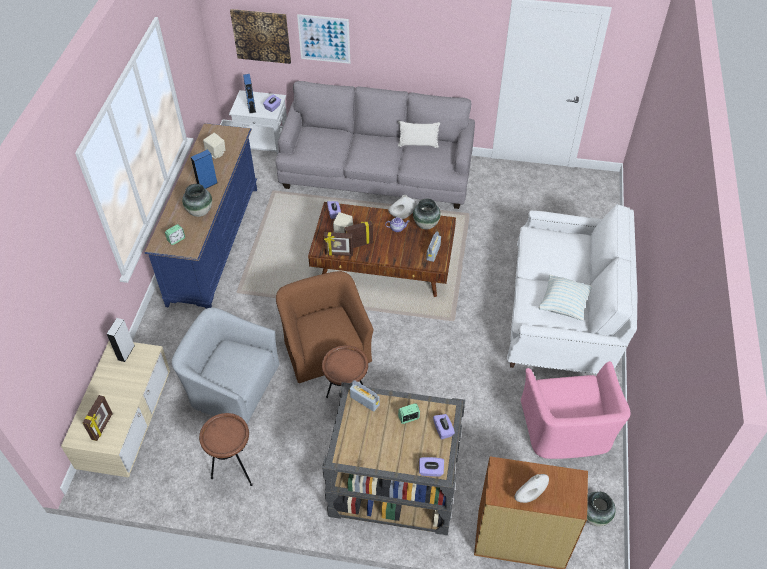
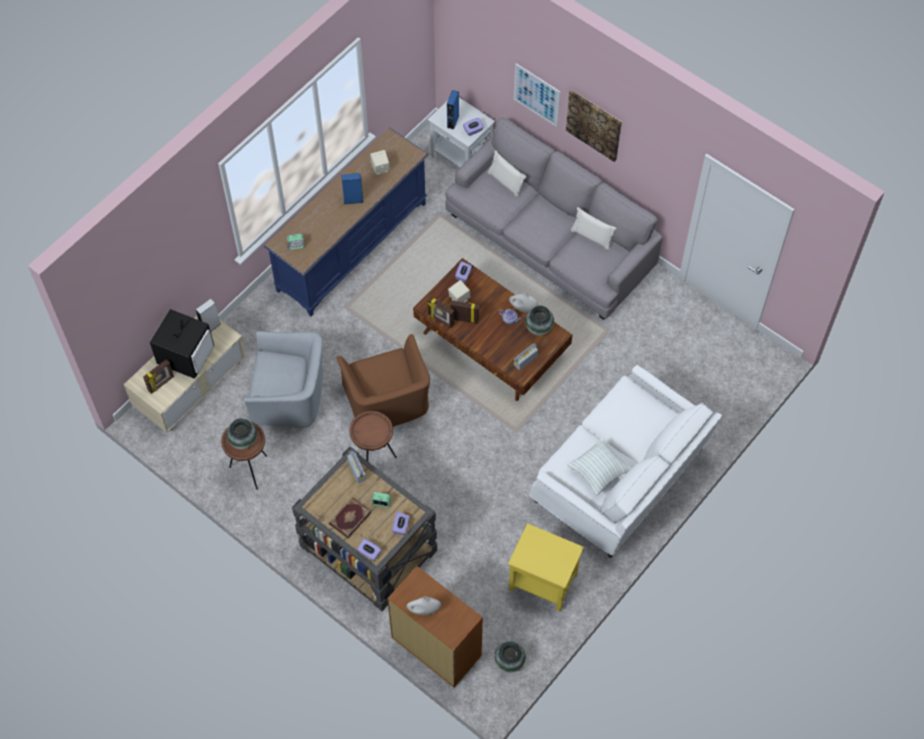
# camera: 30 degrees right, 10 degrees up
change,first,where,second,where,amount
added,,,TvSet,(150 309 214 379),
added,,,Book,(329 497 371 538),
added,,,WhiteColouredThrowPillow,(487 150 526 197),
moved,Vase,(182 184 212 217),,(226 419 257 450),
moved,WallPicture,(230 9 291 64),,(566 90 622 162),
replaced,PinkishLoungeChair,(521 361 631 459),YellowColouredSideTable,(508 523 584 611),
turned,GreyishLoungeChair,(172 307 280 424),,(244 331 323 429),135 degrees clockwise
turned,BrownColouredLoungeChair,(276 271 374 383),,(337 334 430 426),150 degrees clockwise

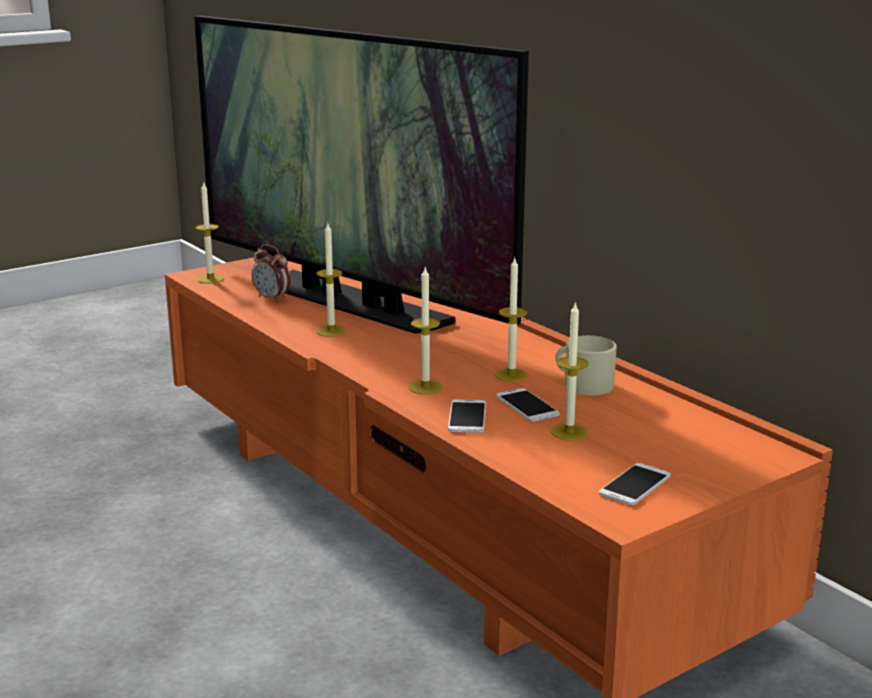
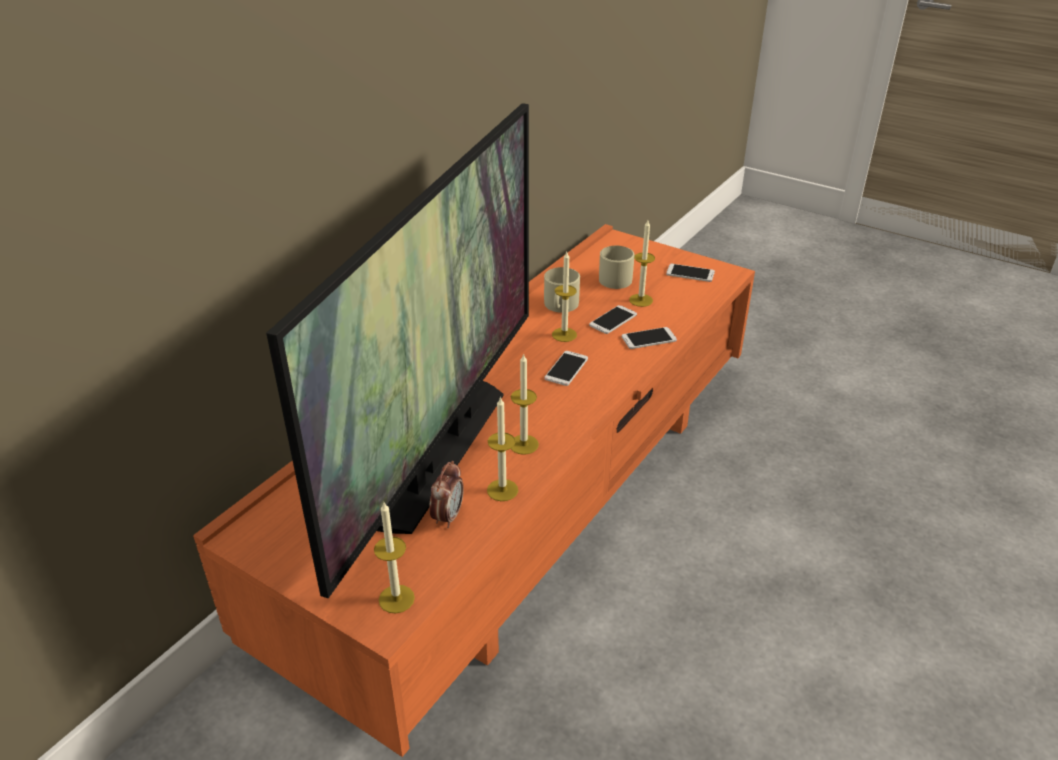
# camera: 110 degrees left, 15 degrees up
change,first,where,second,where,amount
added,,,Phone,(544 351 588 386),
added,,,BeigeColouredCoffeeMug,(599 246 635 289),
moved,WaxLight,(409 266 443 395),,(487 396 518 501),

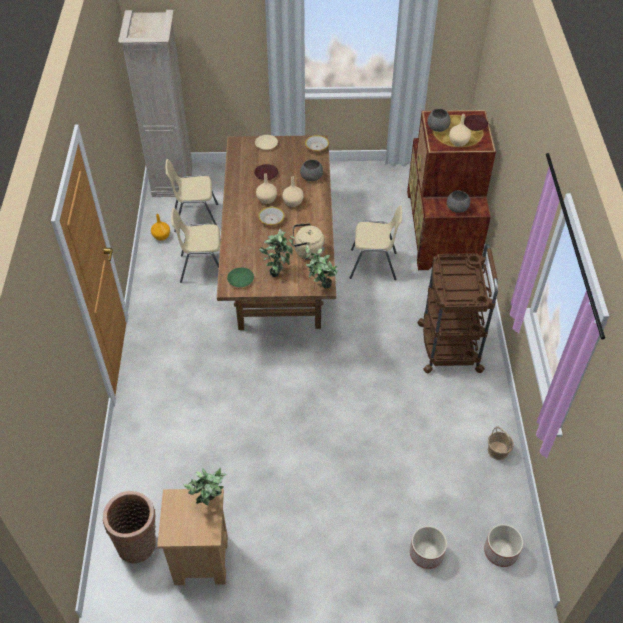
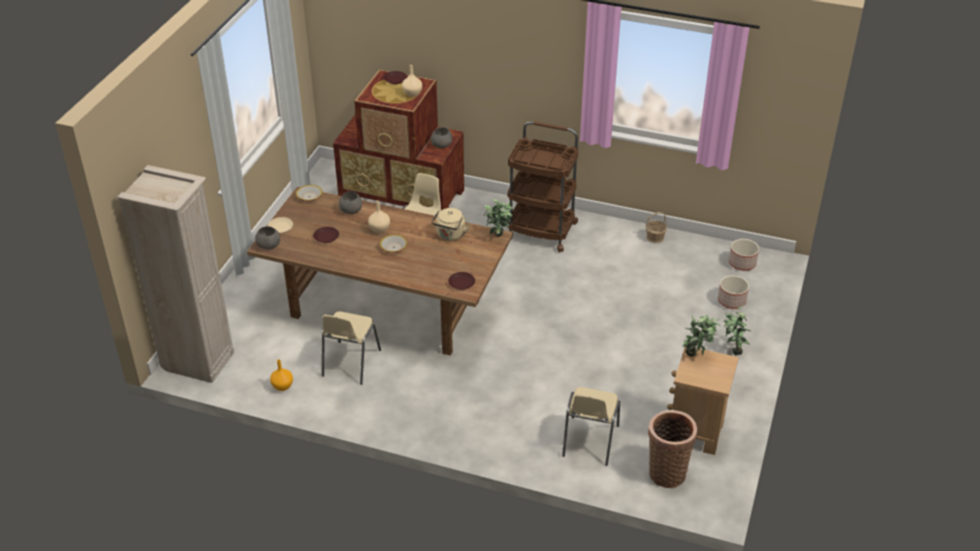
# camera: 70 degrees left, 10 degrees down
change,first,where,second,where,amount
removed,BeigeColouredVase,(256 173 277 204),,,
moved,BeigeColouredChair,(166 159 218 232),,(562 387 620 466),
moved,PlantInAPot,(259 229 296 277),,(724 305 750 355),
moved,GreyishDeepDish,(427 109 451 132),,(255 226 280 249),
recoloured,GreenColouredPlate,(227 267 254 287),BrownColouredPlate,(448 272 475 290),

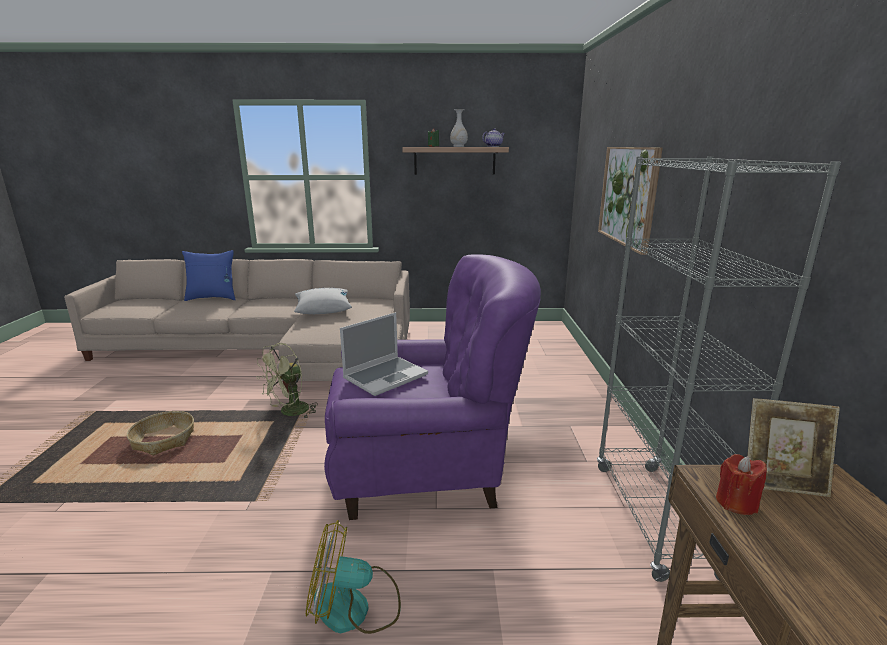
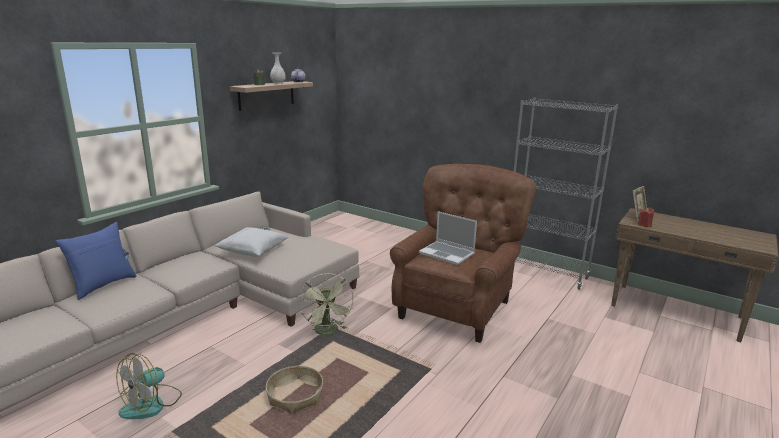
# camera: 55 degrees left, 0 degrees up
change,first,where,second,where,amount
removed,WallPicture,(598 147 663 255),,,
moved,ElectricFan,(306 520 401 634),,(116 353 182 419),
recoloured,PurplishLoungeChair,(324 254 541 520),BrownColouredLoungeChair,(390 164 536 343),
turned,Laptop,(340 312 428 396),,(419 211 477 265),135 degrees clockwise

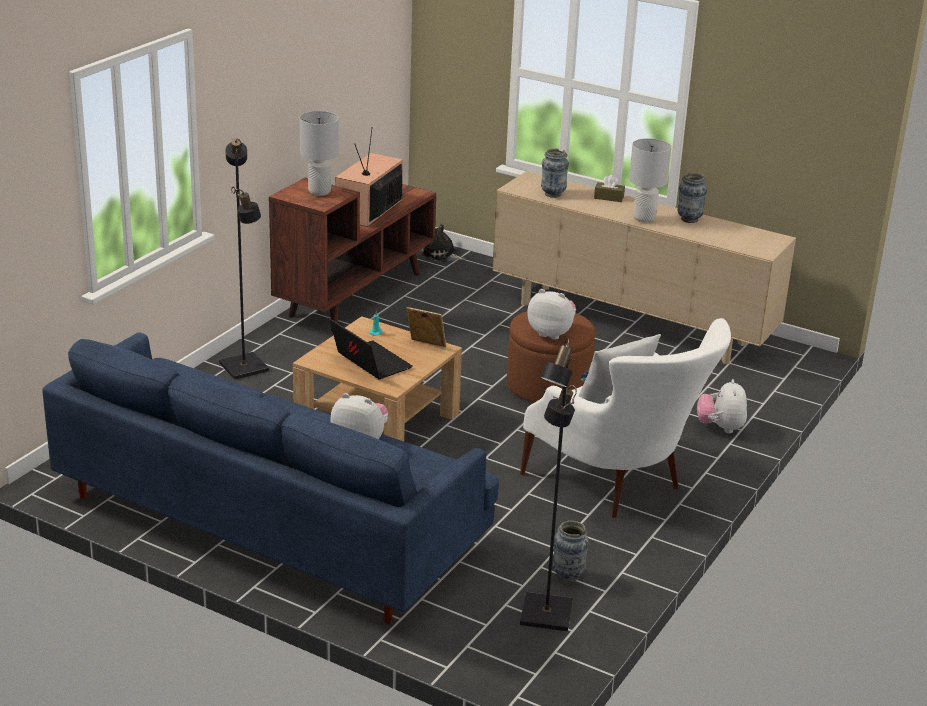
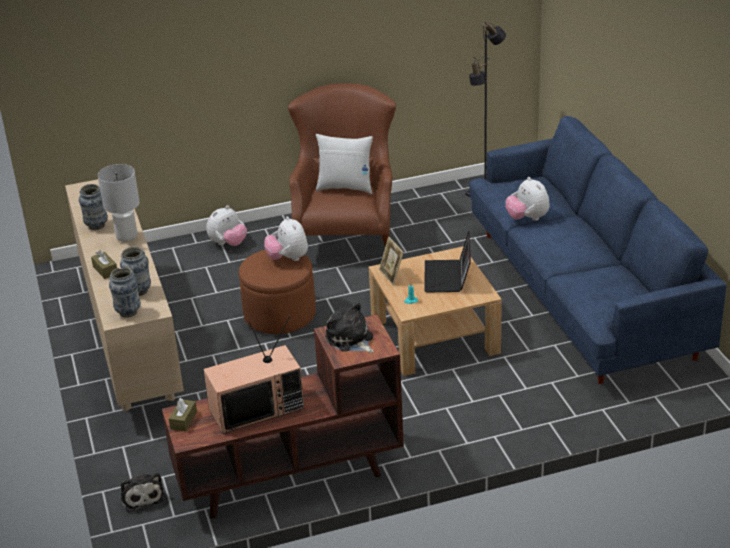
# camera: 135 degrees left, 5 degrees up
change,first,where,second,where,amount
removed,BlackFloorLamp,(219 138 269 380),,,
added,,,BrownColouredBoxOfTissues,(169 398 197 431),
moved,Vase,(553 521 589 582),,(109 267 141 318),
replaced,GreyishLampForATable,(300 111 339 196),SoftToy,(325 302 374 353),
recoloured,WhiteColouredLoungeChair,(520 318 731 518),BrownColouredLoungeChair,(288 83 396 246),

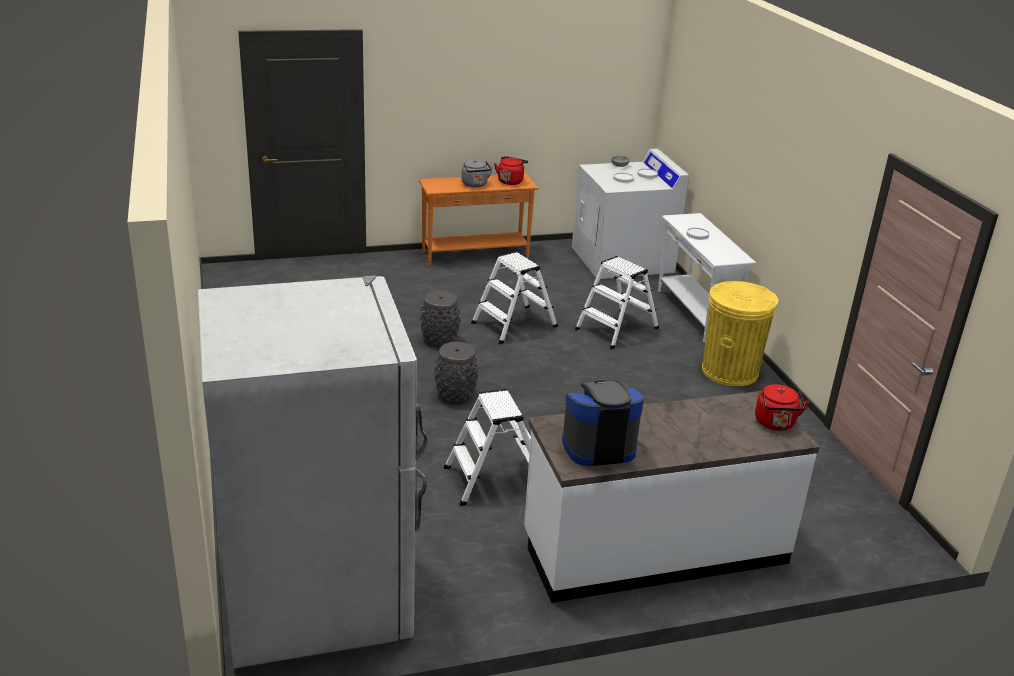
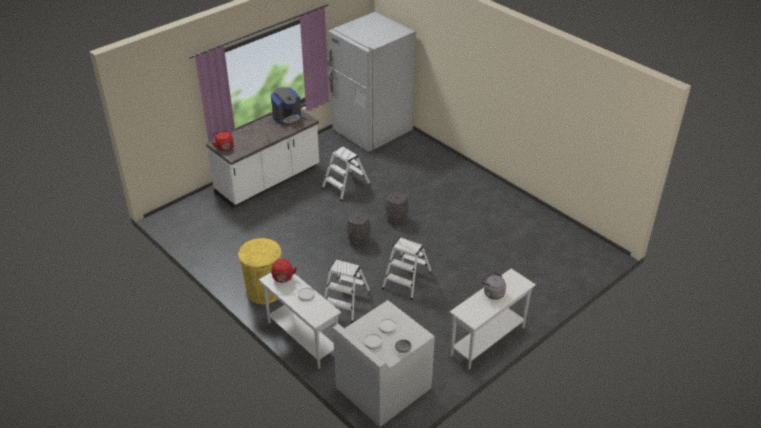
# camera: 155 degrees right, 10 degrees up
change,first,where,second,where,amount
moved,GreyishStool,(420 291 461 348),,(346 212 371 246),
moved,RedTeaKettle,(494 156 528 185),,(271 259 297 283),
recoloured,OrangeyNarrowTable,(419 174 538 266),WhiteColouredNarrowTable,(449 269 536 370),

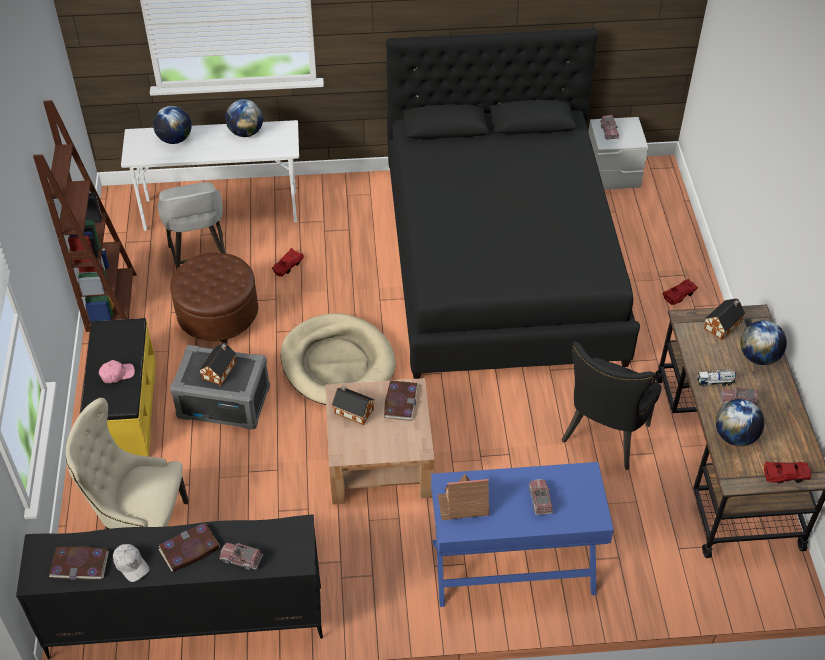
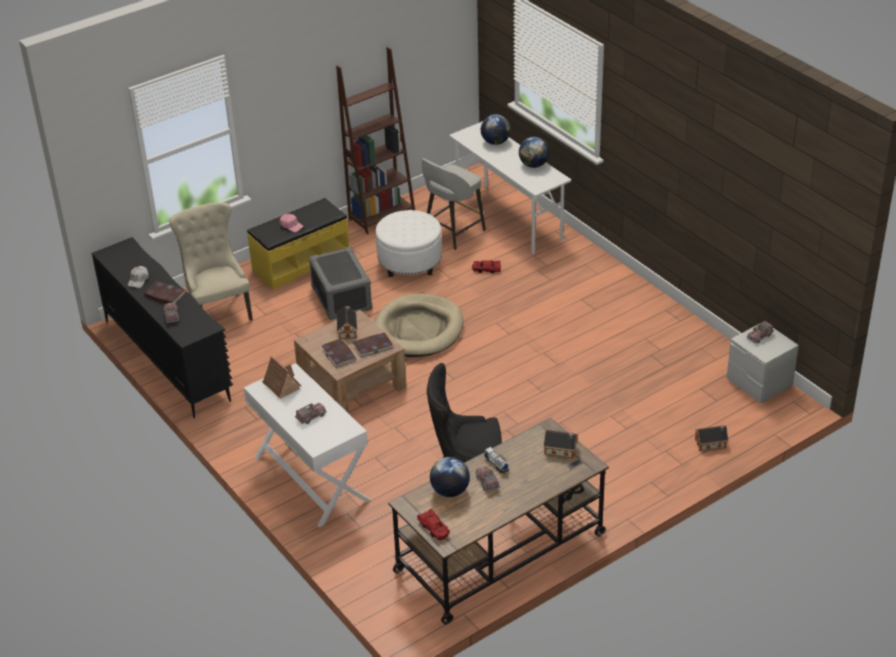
# camera: 60 degrees right, 10 degrees down
change,first,where,second,where,amount
removed,BlackBed,(386 28 640 379),,,
removed,RedModelCar,(663 279 698 305),,,
removed,WorldGlobe,(740 320 787 365),,,
moved,Book,(49 546 109 580),,(321 339 356 368),
moved,ModelHouse,(199 342 237 386),,(695 425 728 451),
recoloured,BrownColouredPouffe,(170 253 258 344),WhiteColouredPouffe,(375 210 442 277),
recoloured,BluishNarrowTable,(431 462 614 607),WhiteColouredNarrowTable,(244 363 371 528),

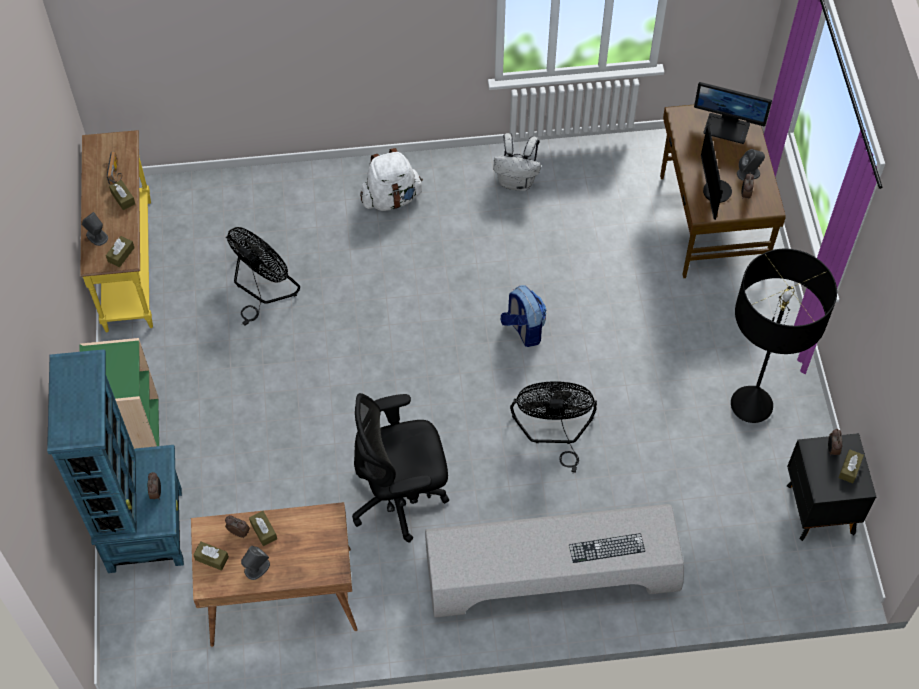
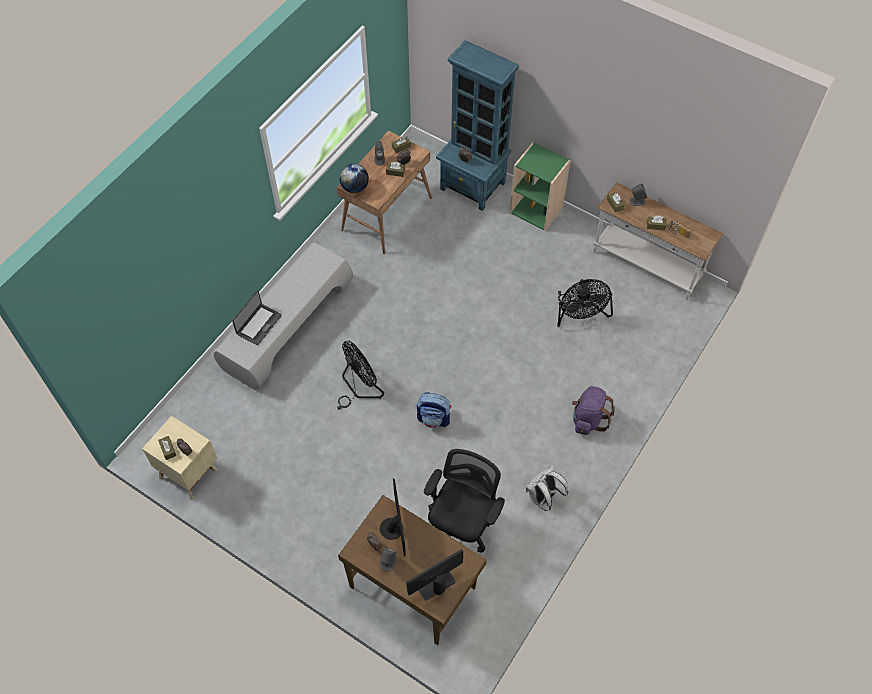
# camera: 130 degrees right, 0 degrees up
change,first,where,second,where,amount
removed,BlackFloorLamp,(731 249 837 423),,,
added,,,WorldGlobe,(339 164 369 193),
moved,BlackDeskChair,(352 393 449 543),,(424 449 505 552),
replaced,Keyboard,(569 533 645 563),Laptop,(232 290 282 346),
recoloured,YellowColouredNarrowTable,(80 130 153 332),WhiteColouredNarrowTable,(593 182 723 300),
recoloured,WhiteColouredKnapsack,(360 148 423 211),PurplishKnapsack,(572 386 615 435),
recoloured,BlackNightTable,(787 433 876 541),BeigeColouredNightTable,(142 416 217 500),
turned,BlackElectricFan,(510 381 597 473),,(337 341 384 410),75 degrees counterclockwise
turned,Monitor,(701 124 732 220),,(380 478 406 556),45 degrees clockwise

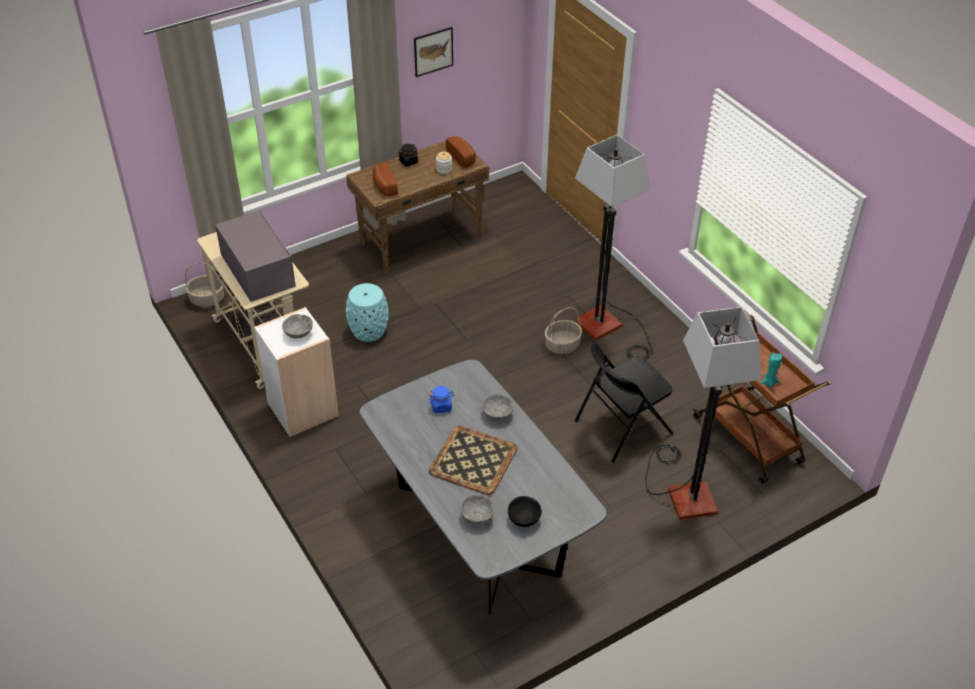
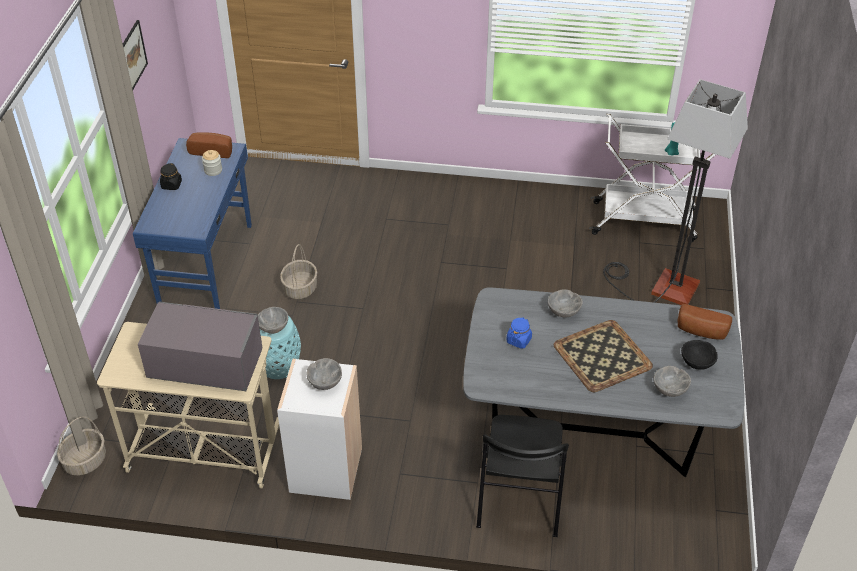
# camera: 50 degrees left, 0 degrees up
change,first,where,second,where,amount
removed,FloorLamp,(574 135 652 360),,,
added,,,GreyishDeepDish,(258 307 288 334),
moved,BakeryBread,(373 162 398 196),,(678 304 732 340),
moved,HouseholdBasket,(545 307 582 354),,(280 244 317 300),
moved,BlackChair,(575 343 673 464),,(476 415 569 537),
recoloured,BrownColouredNarrowTable,(347 141 489 274),BluishNarrowTable,(133 138 252 309),
recoloured,BrownColouredWheeledCart,(693 315 831 484),WhiteColouredWheeledCart,(589 114 716 243),

